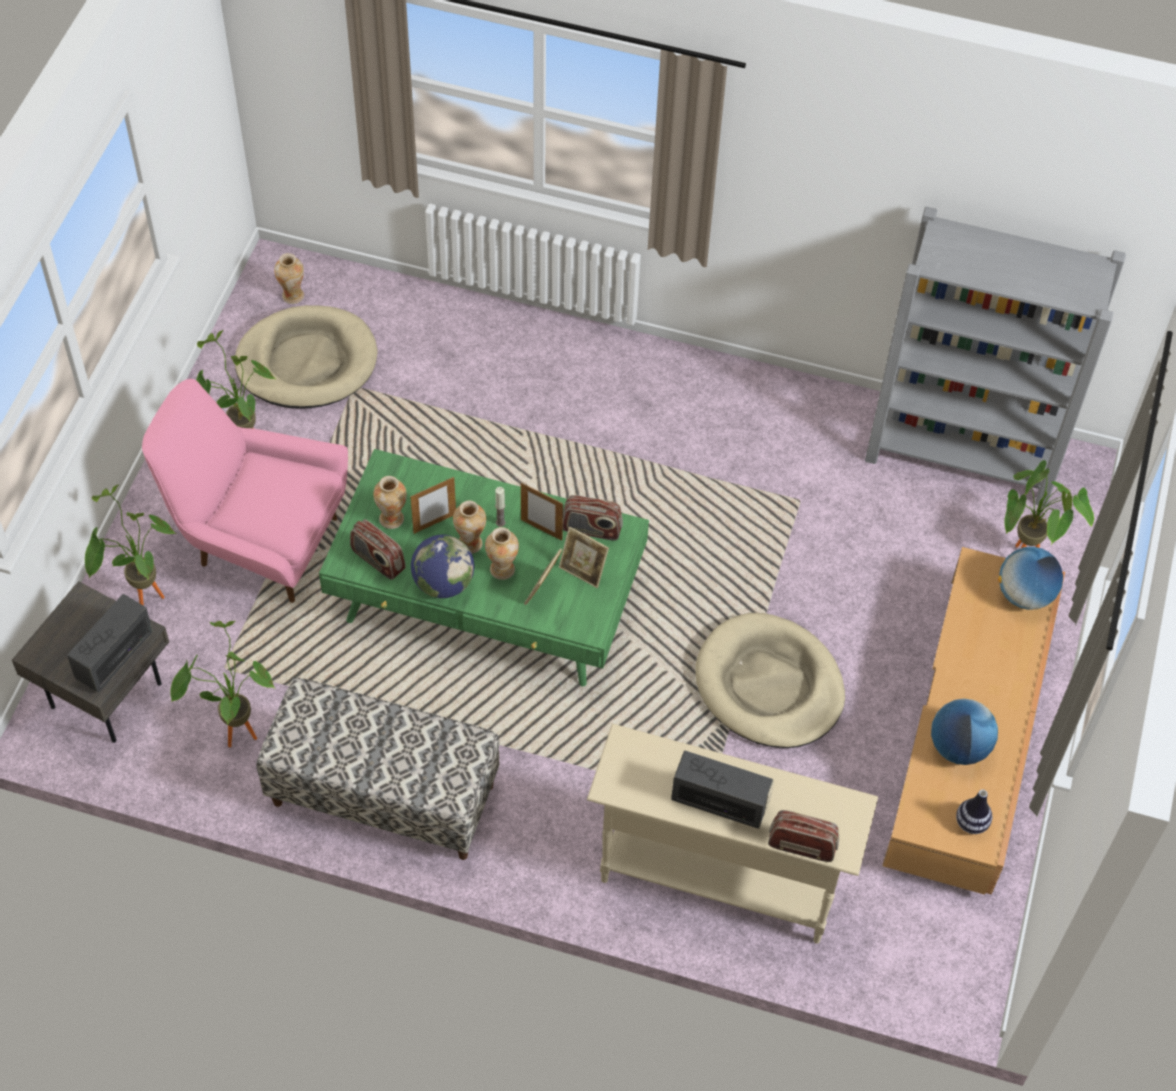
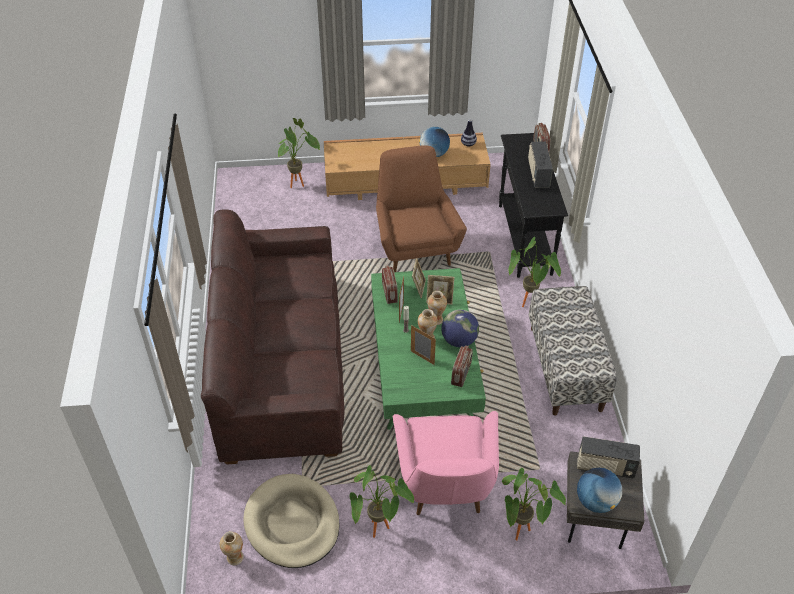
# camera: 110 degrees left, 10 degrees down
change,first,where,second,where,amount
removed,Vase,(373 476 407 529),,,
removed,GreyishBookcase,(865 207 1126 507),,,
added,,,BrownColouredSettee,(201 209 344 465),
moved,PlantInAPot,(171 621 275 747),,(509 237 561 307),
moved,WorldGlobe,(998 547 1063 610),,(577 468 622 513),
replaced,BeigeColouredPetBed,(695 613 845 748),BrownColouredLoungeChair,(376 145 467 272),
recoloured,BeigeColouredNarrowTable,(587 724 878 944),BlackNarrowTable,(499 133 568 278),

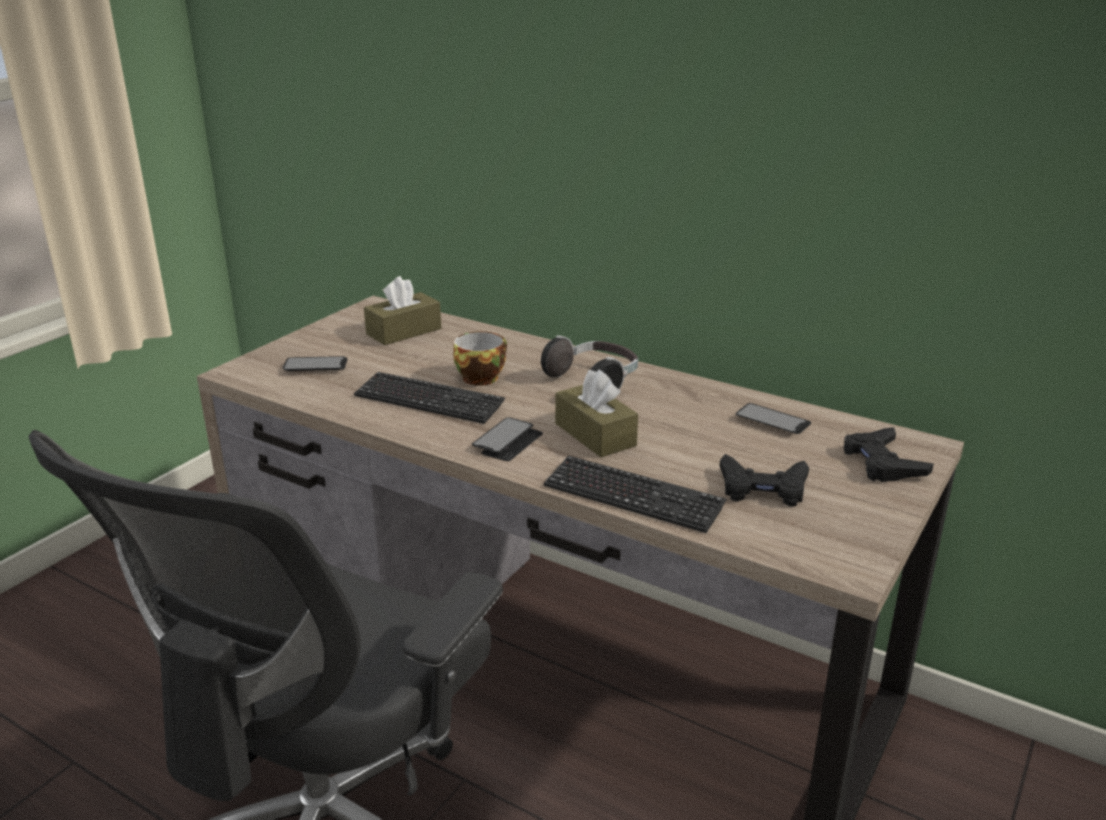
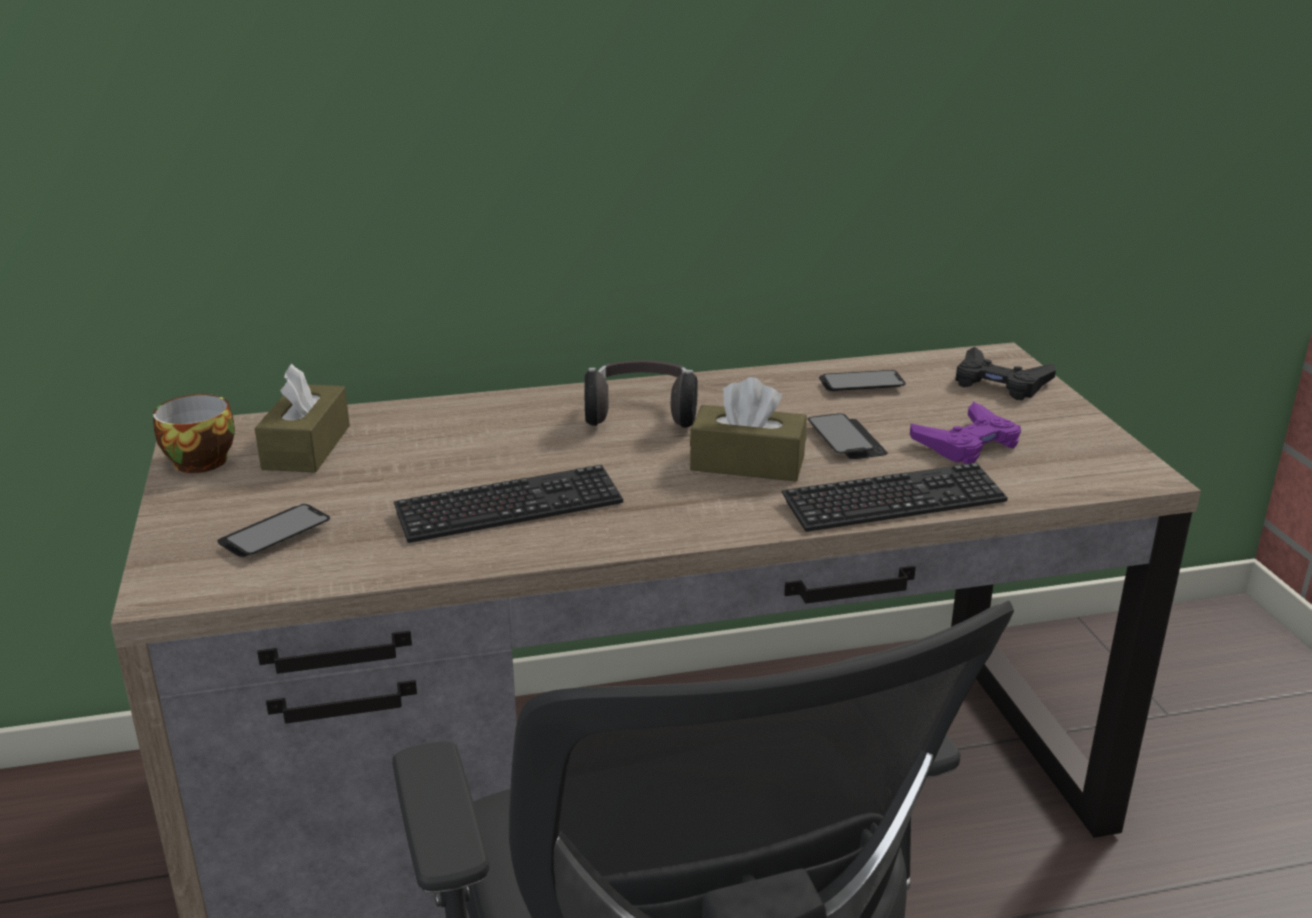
# camera: 45 degrees left, 0 degrees up
change,first,where,second,where,amount
moved,Cup,(453 331 507 386),,(153 394 235 473),
moved,Phone,(472 418 543 461),,(807 413 888 459),
recoloured,BlackJoypad,(720 454 809 507),PurplishJoypad,(910 402 1021 464),

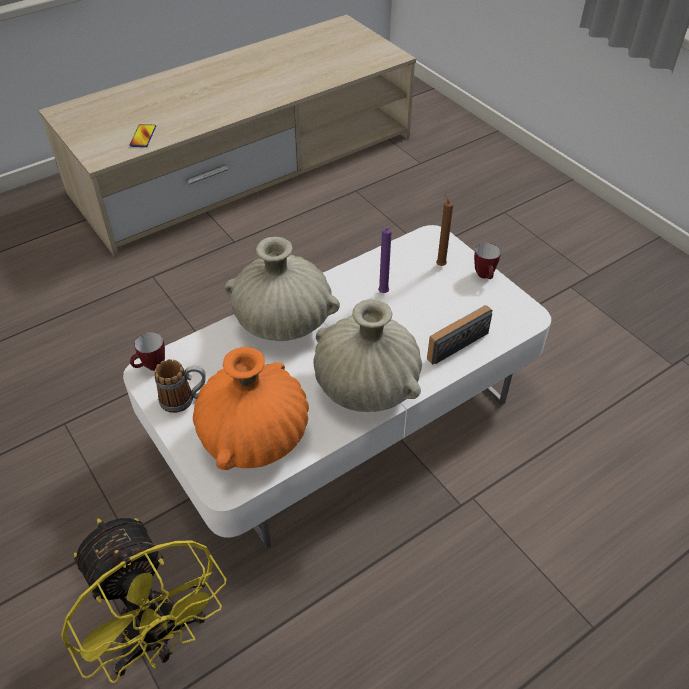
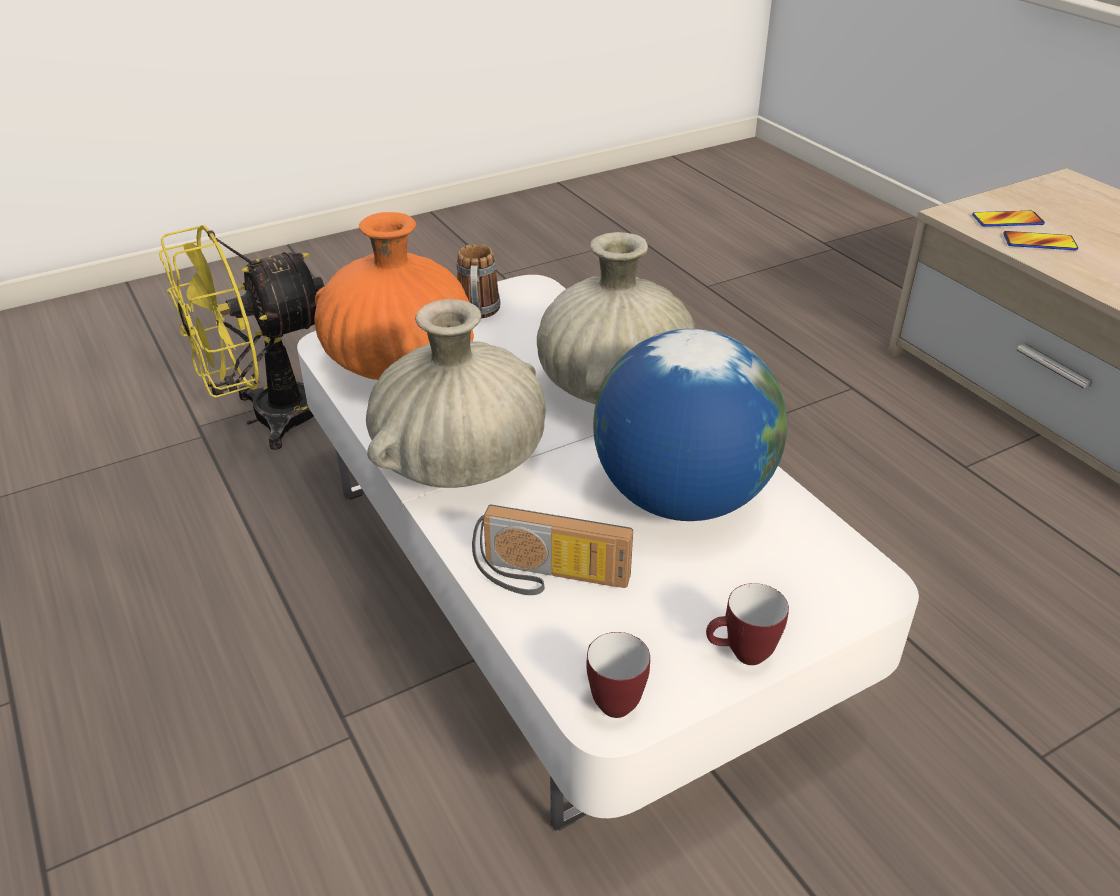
# camera: 95 degrees right, 10 degrees down
change,first,where,second,where,amount
removed,BrownColouredWaxLight,(436 191 453 266),,,
added,,,Phone,(972 211 1045 227),
moved,CoffeeMug,(130 332 165 371),,(586 632 650 718),
replaced,PurplishWaxLight,(378 228 392 293),WorldGlobe,(593 329 787 521),
turned,Radio,(427 305 492 364),,(472 505 633 595),135 degrees clockwise

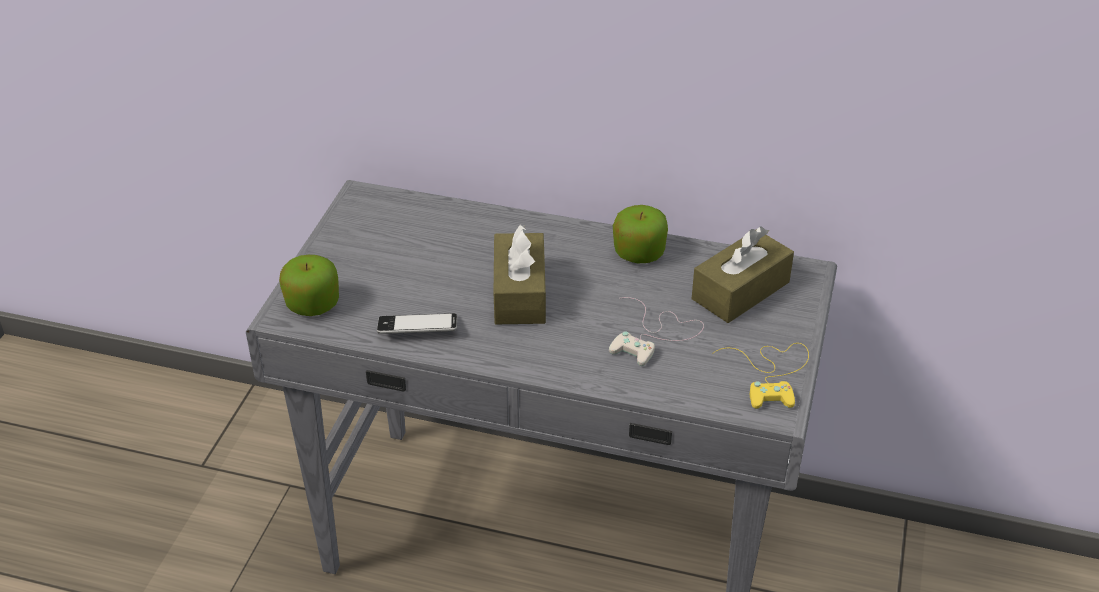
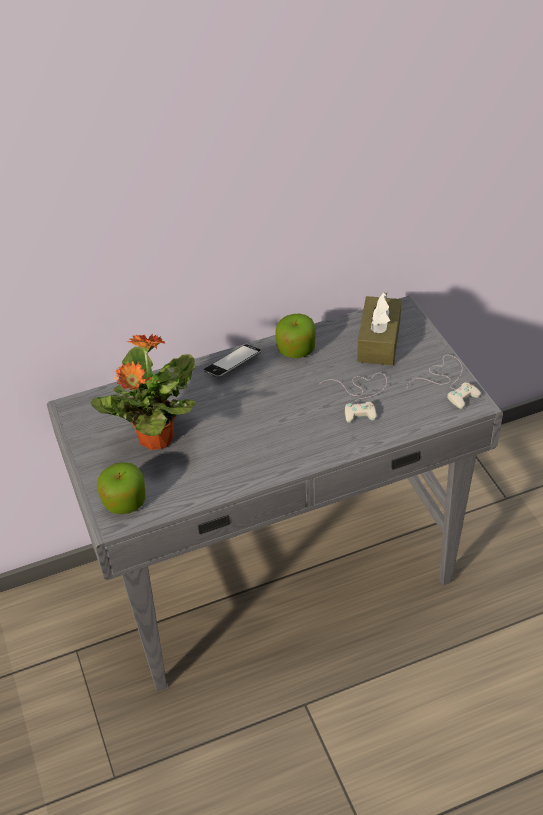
# camera: 35 degrees left, 5 degrees up
change,first,where,second,where,amount
removed,BrownColouredBoxOfTissues,(494 225 546 324),,,
added,,,PlantInAPot,(90 334 196 450),
moved,Phone,(377 313 457 334),,(204 344 261 378),
recoloured,YellowColouredJoypad,(712 343 809 409),WhiteColouredJoypad,(407 355 481 409),

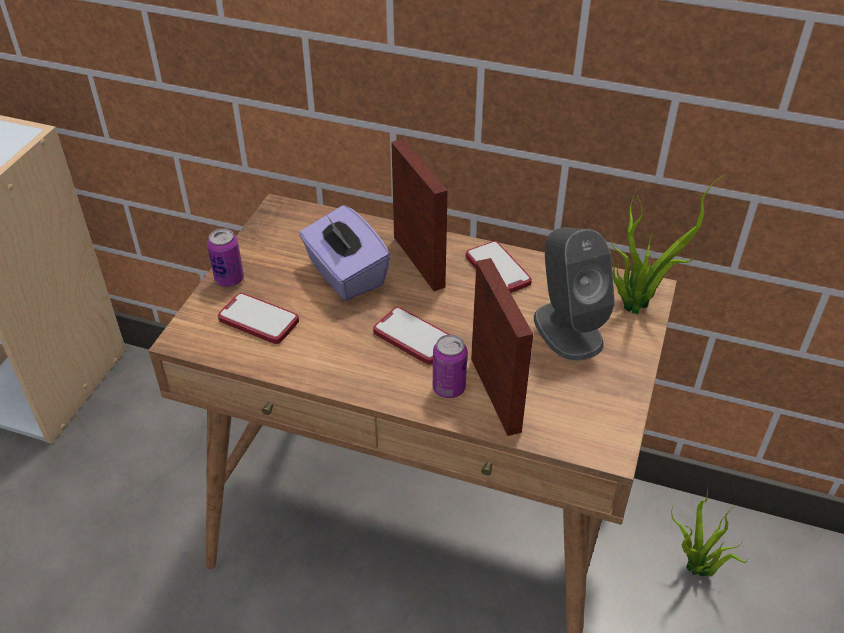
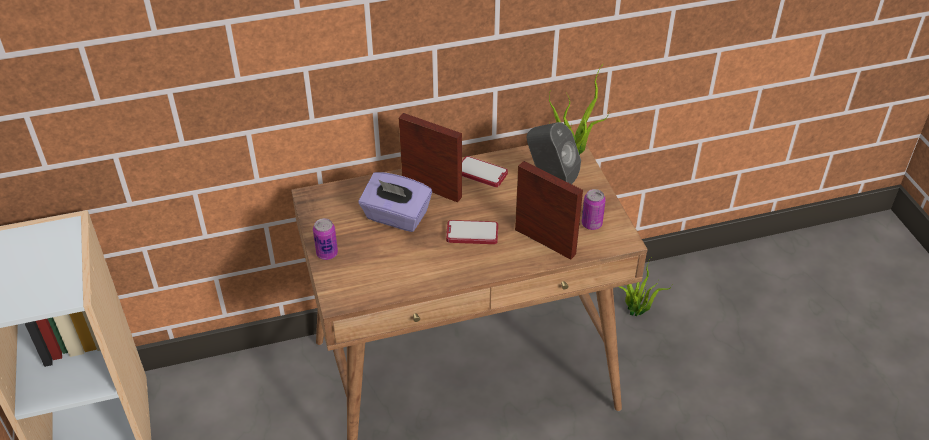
# camera: 35 degrees left, 0 degrees up
change,first,where,second,where,amount
removed,Phone,(218 293 299 344),,,
moved,MetalCan,(433 335 467 398),,(582 189 606 230),

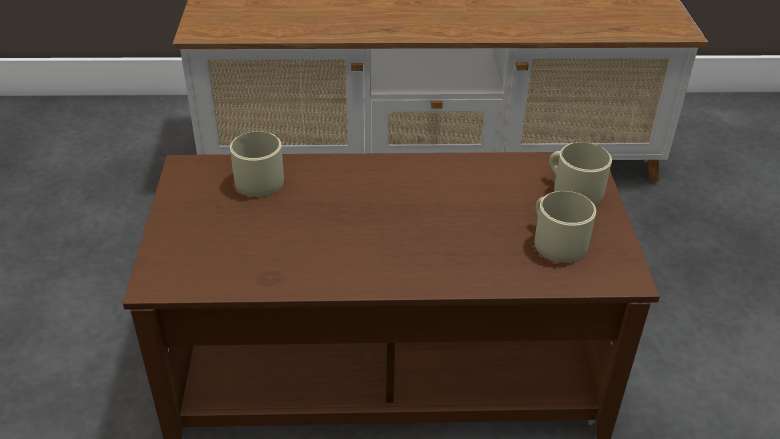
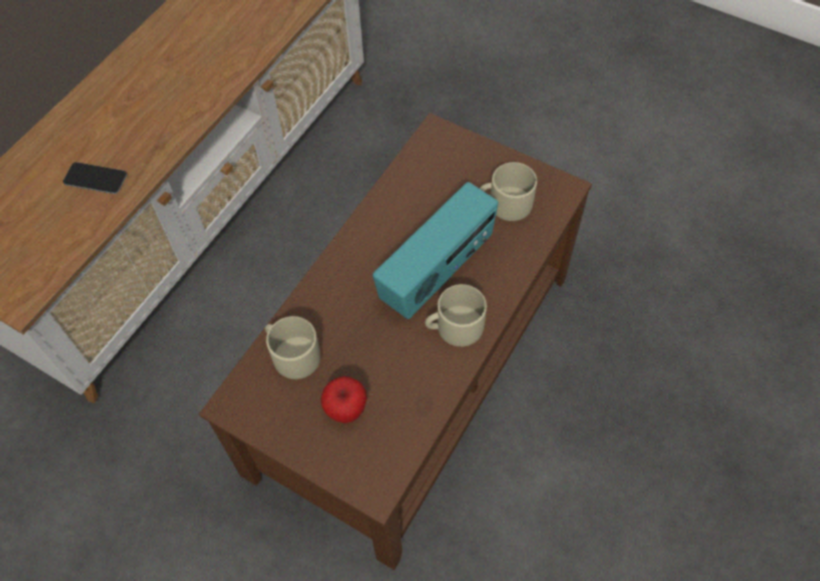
# camera: 55 degrees left, 20 degrees up
change,first,where,second,where,amount
added,,,Phone,(63 162 127 194),
added,,,WholeApple,(320 376 367 423),
added,,,Radio,(373 182 498 319),
moved,BeigeColouredCoffeeMug,(549 142 612 206),,(425 284 487 347),

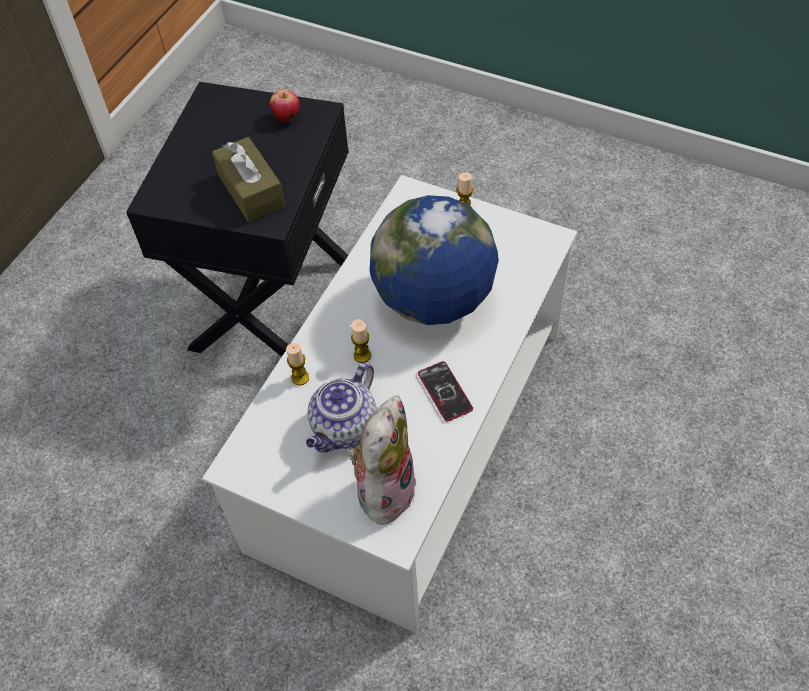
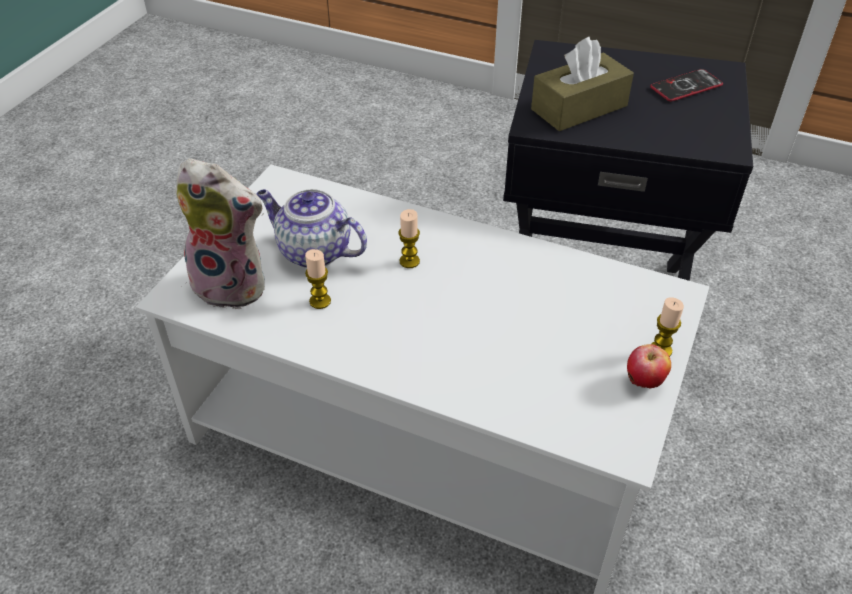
# camera: 85 degrees right, 10 degrees down
change,first,where,second,where,amount
removed,WorldGlobe,(369 195 499 325),,,
moved,WholeApple,(270 89 299 123),,(627 344 671 389),
moved,WaxLight,(286 343 309 385),,(305 249 331 309),
moved,Phone,(418 361 473 421),,(650 69 723 102),

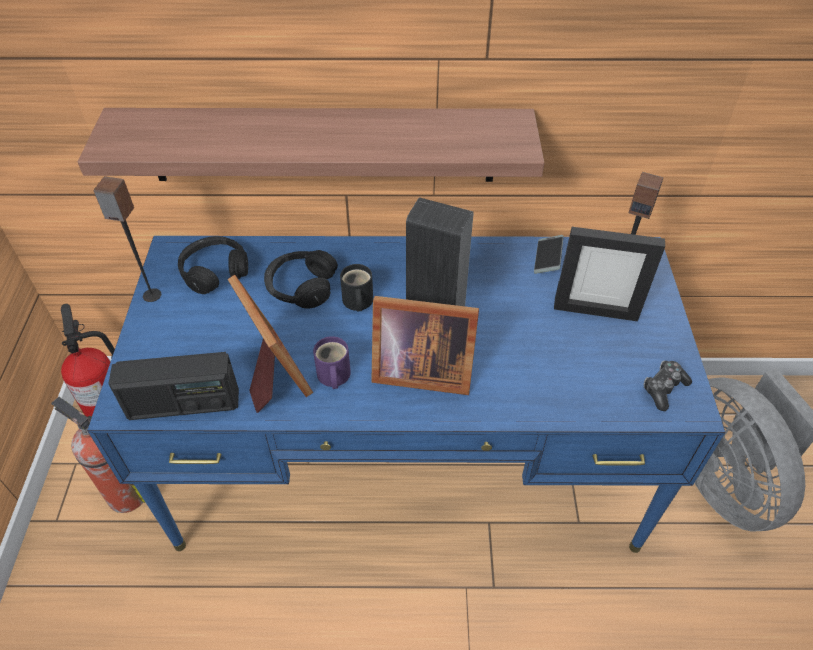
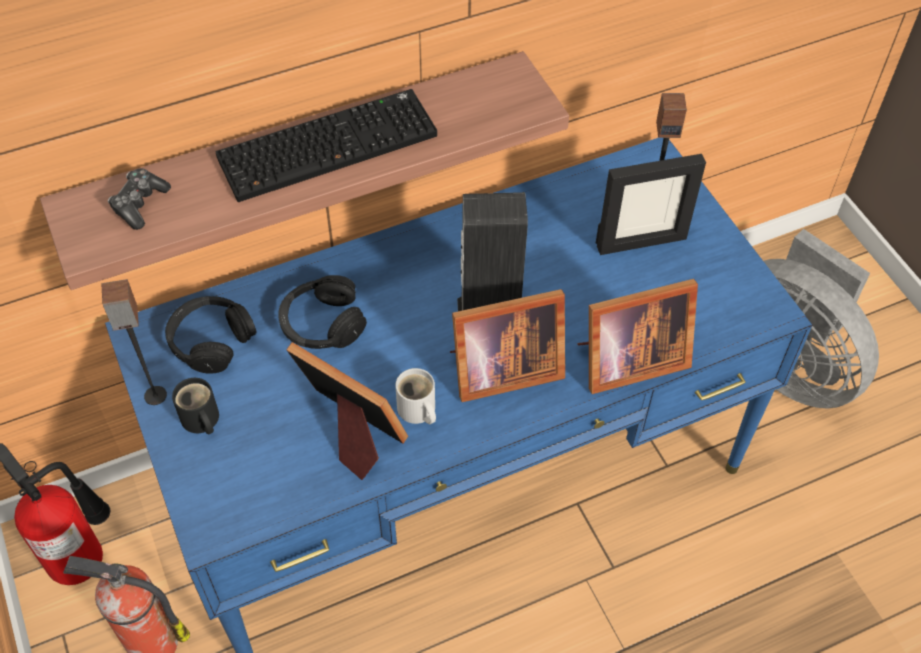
# camera: 25 degrees left, 5 degrees up
change,first,where,second,where,amount
removed,Radio,(108 352 239 420),,,
removed,Phone,(534 235 564 274),,,
added,,,Keyboard,(216 89 437 202),
added,,,PhotoFrame,(577 279 698 394),
moved,BlackCoffeeMug,(340 264 373 312),,(172 378 219 434),
moved,Joypad,(644 361 692 411),,(108 169 171 230),
recoloured,PurplishCoffeeMug,(313 336 351 389),WhiteColouredCoffeeMug,(395 368 436 424),

